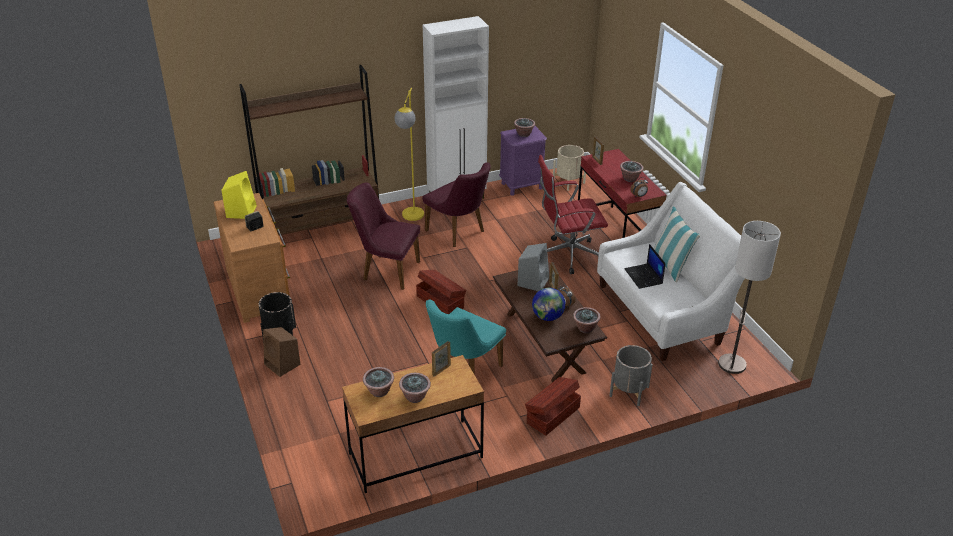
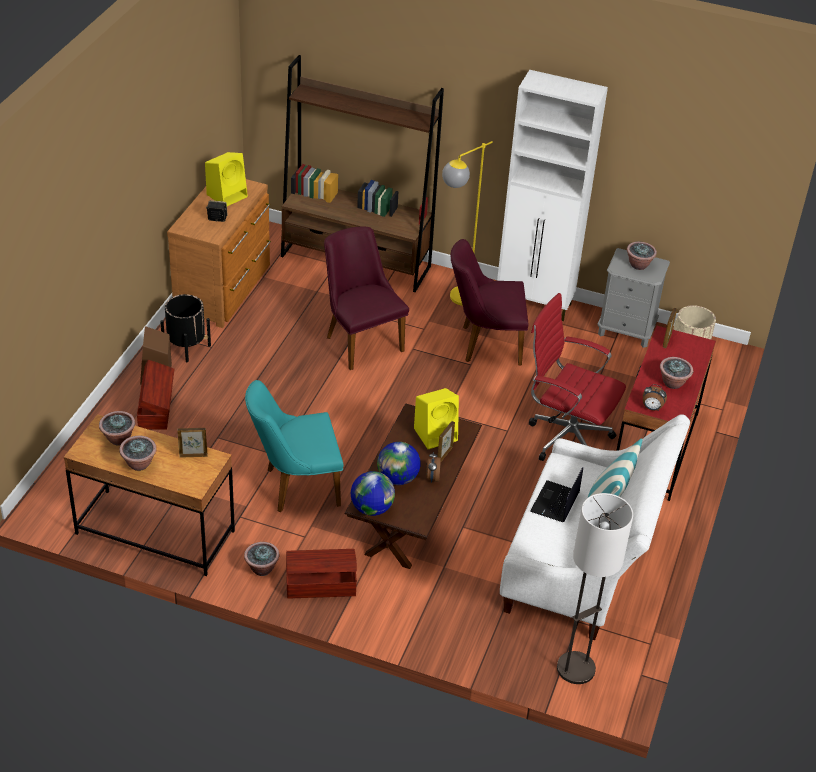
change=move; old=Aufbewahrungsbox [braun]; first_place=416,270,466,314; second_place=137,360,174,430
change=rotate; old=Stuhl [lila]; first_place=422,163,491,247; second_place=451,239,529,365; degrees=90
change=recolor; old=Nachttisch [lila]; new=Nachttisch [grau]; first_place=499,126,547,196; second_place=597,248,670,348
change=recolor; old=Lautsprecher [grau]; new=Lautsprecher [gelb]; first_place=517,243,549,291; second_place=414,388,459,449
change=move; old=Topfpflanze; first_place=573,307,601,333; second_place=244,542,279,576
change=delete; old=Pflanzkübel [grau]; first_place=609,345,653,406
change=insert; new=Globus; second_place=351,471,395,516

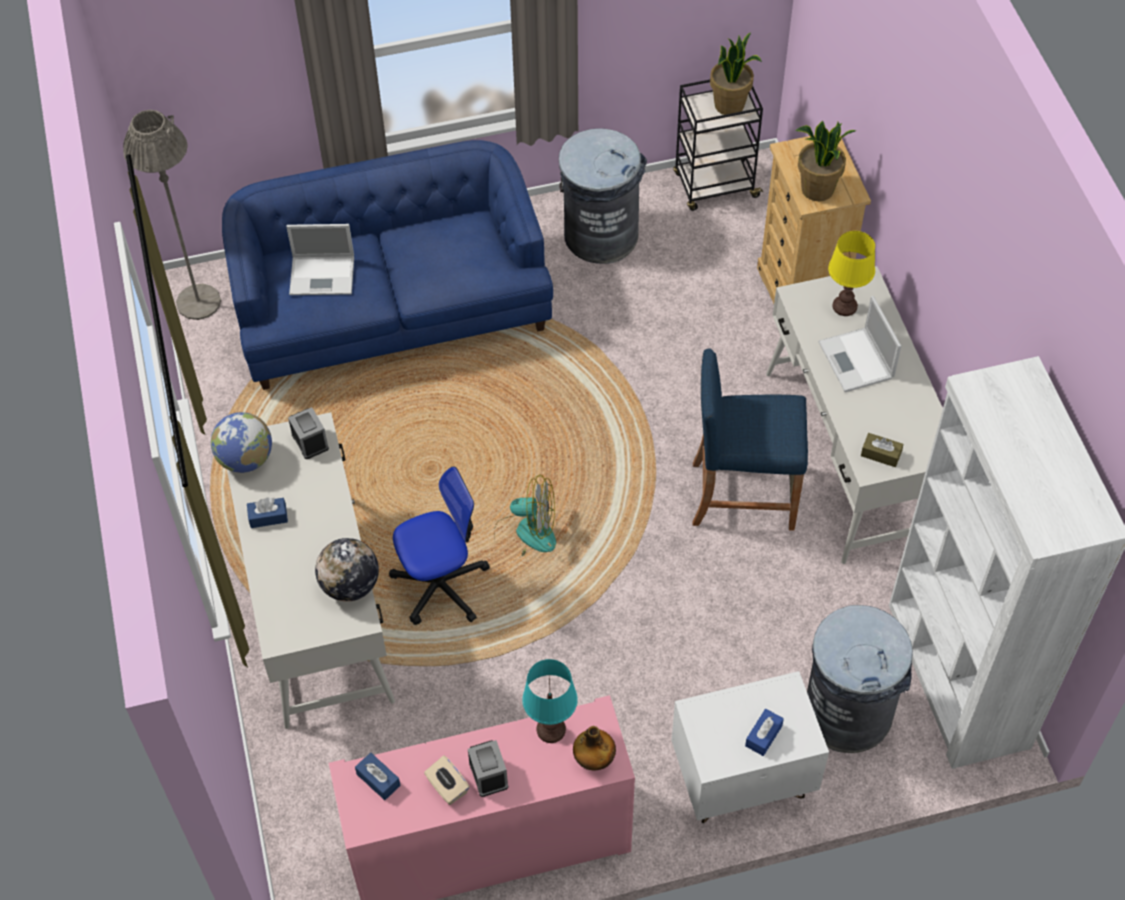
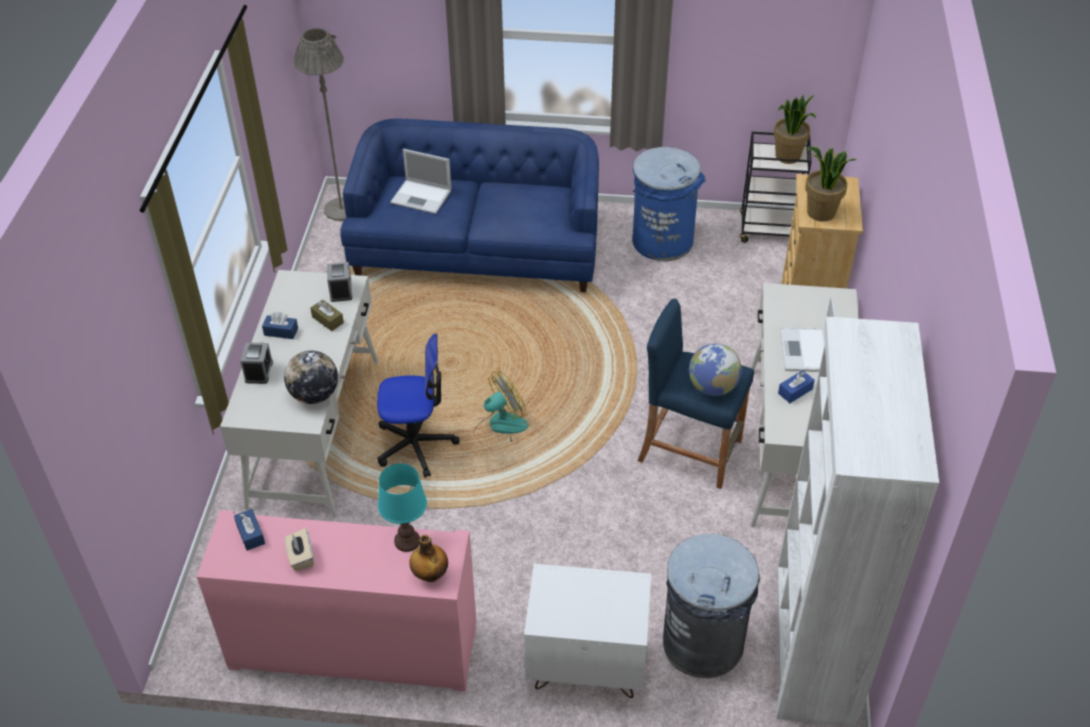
change=move; old=Globus; first_place=211,412,272,473; second_place=689,344,742,396
change=move; old=Wecker; first_place=468,740,508,797; second_place=240,343,273,384
change=rotate; old=Ventilator; first_place=494,474,556,556; second_place=474,371,529,445; degrees=-60
change=recolor; old=Mülleimer [grau]; new=Mülleimer [blau]; first_place=559,128,647,264; second_place=632,147,706,262
change=move; old=Taschentuchbox [blau]; first_place=745,709,784,756; second_place=778,370,815,403
change=delete; old=Tischlampe [gelb]; first_place=828,231,875,316
change=move; old=Taschentuchbox [braun]; first_place=861,433,903,467; second_place=311,300,344,331

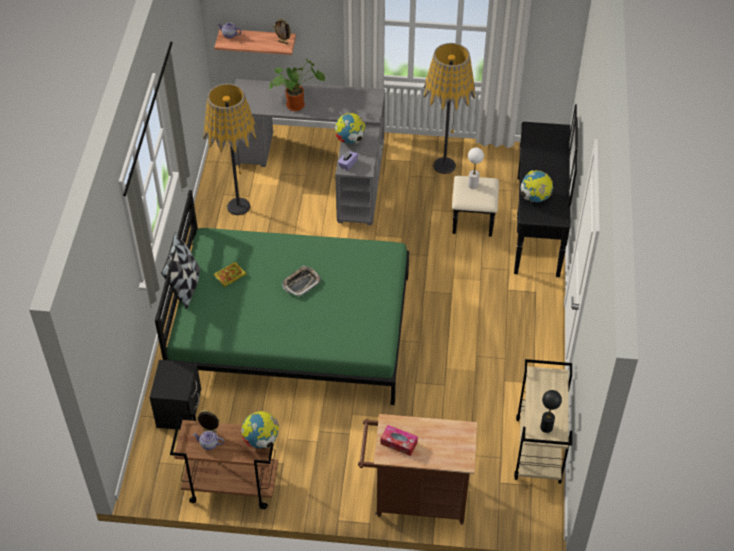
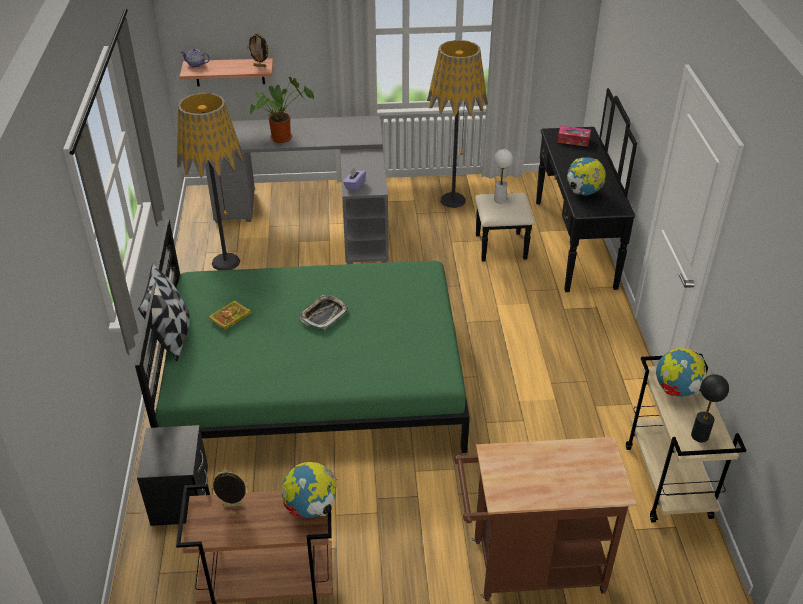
change=delete; old=Teekanne; first_place=193,431,224,450
change=move; old=Globus; first_place=335,113,365,144; second_place=656,348,707,397
change=move; old=Taschentuchbox; first_place=380,425,418,456; second_place=557,126,591,147

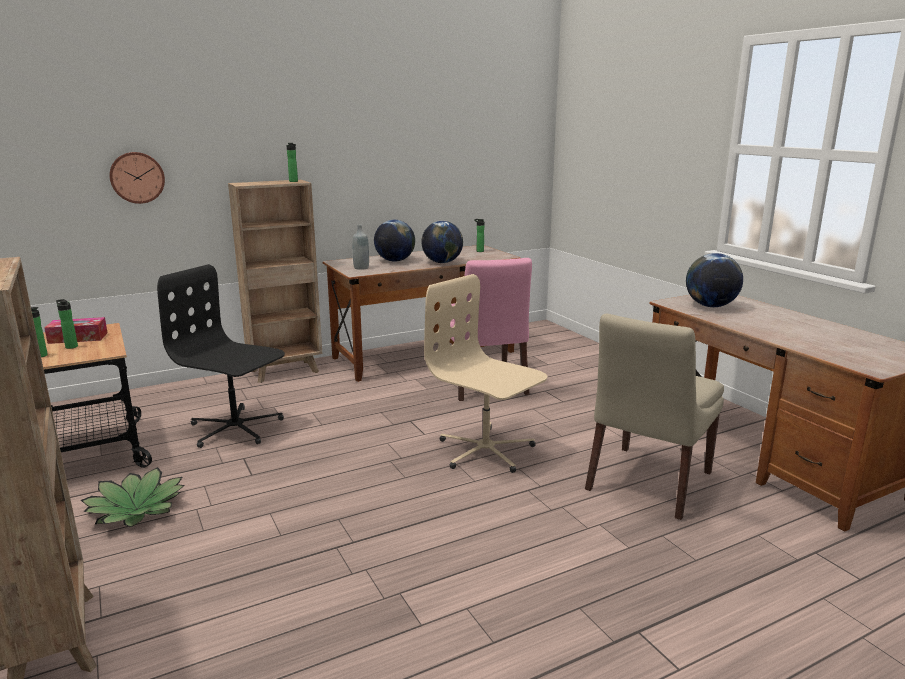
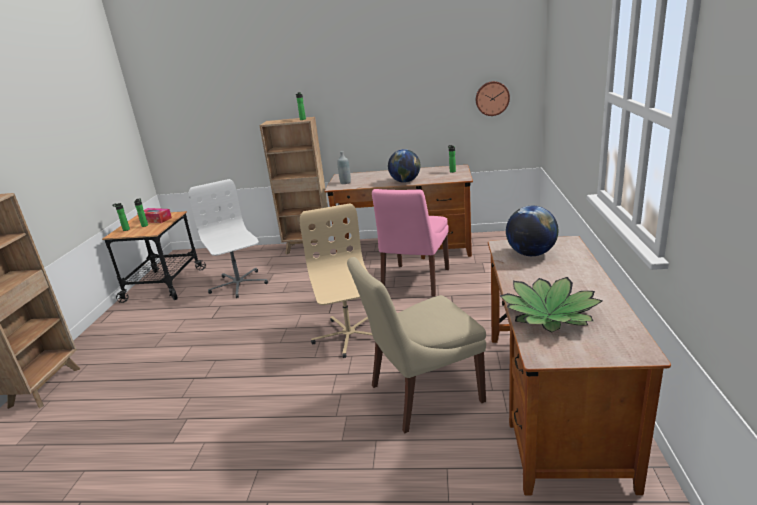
change=move; old=Topfpflanze; first_place=81,467,185,527; second_place=500,277,603,333
change=move; old=Wanduhr; first_place=109,152,165,204; second_place=476,81,510,116
change=recolor; old=Bürostuhl [schwarz]; new=Bürostuhl [weiß]; first_place=157,264,285,448; second_place=189,179,268,298
change=delete; old=Globus; first_place=374,220,415,262

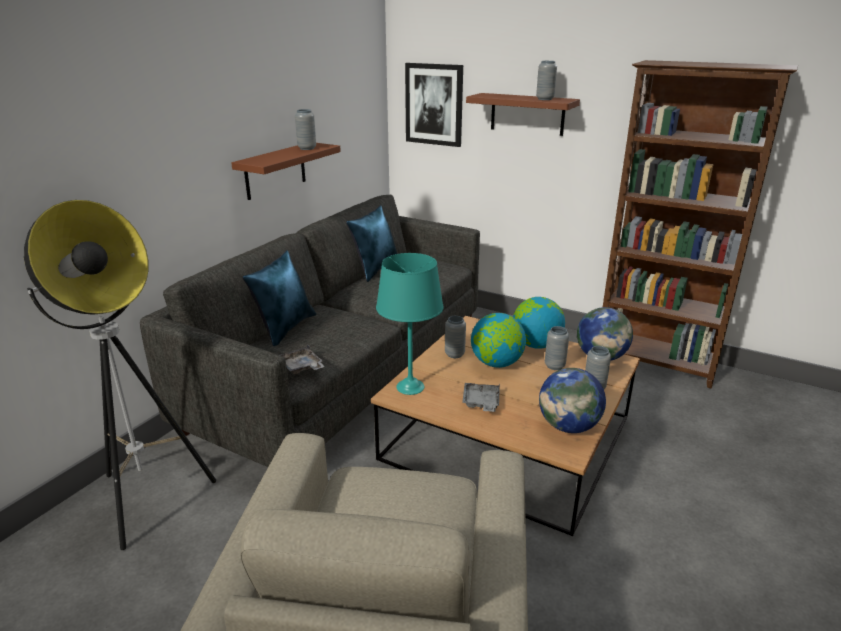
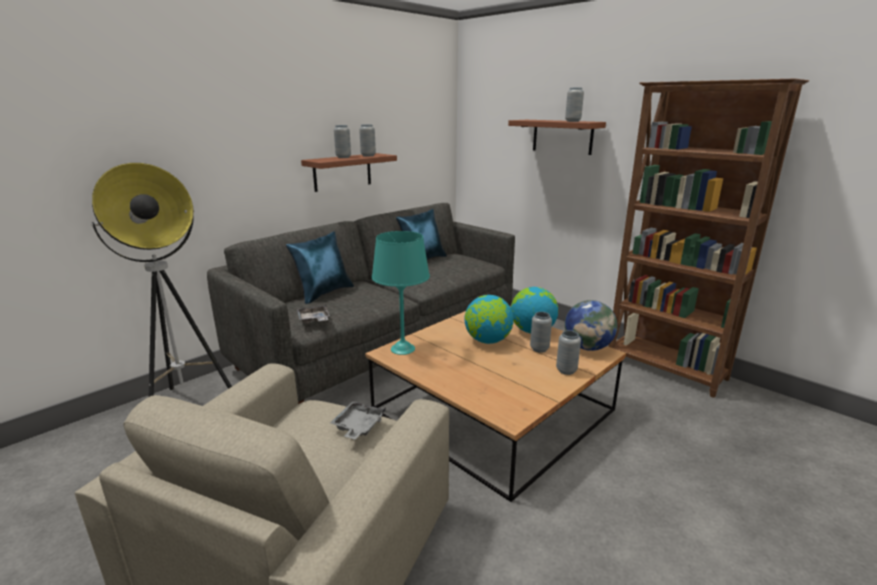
change=delete; old=Bild; first_place=405,63,463,147
change=move; old=Vase [grau]; first_place=445,316,466,358; second_place=334,125,351,158
change=move; old=Tablett [grau]; first_place=462,383,500,412; second_place=330,401,386,440
change=delete; old=Globus; first_place=539,368,606,433

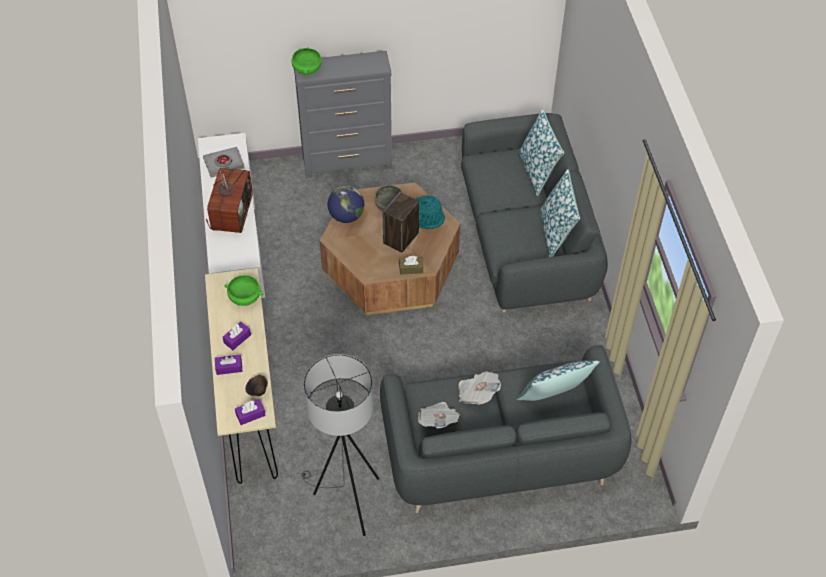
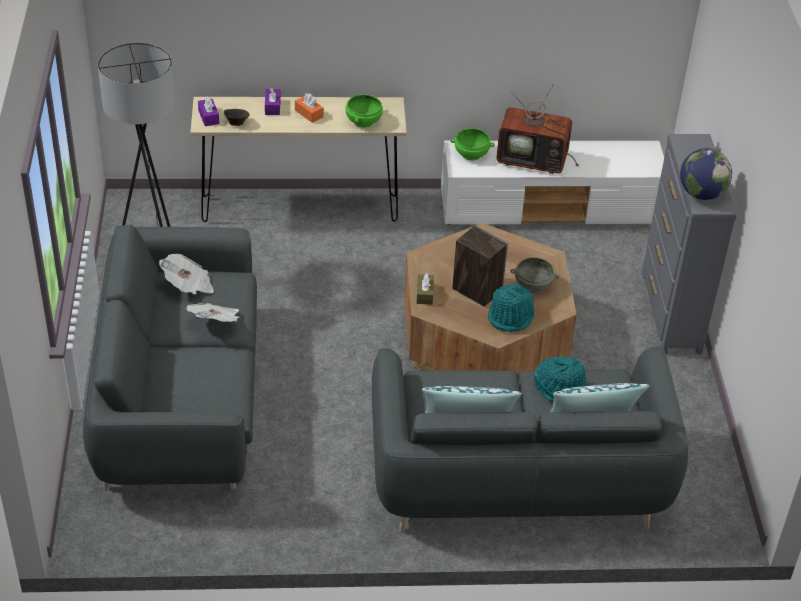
change=delete; old=Buch [grau]; first_place=203,147,245,177
change=recolor; old=Taschentuchbox [lila]; new=Taschentuchbox [orange]; first_place=223,322,251,350; second_place=295,93,323,123
change=move; old=Schüssel [grün]; first_place=291,47,321,75; second_place=451,128,495,160
change=move; old=Globus; first_place=328,186,364,223; second_place=680,148,732,200
change=delete; old=Kissen; first_place=516,361,600,401
change=insert; new=Hut [türkis]; second_place=534,356,587,402

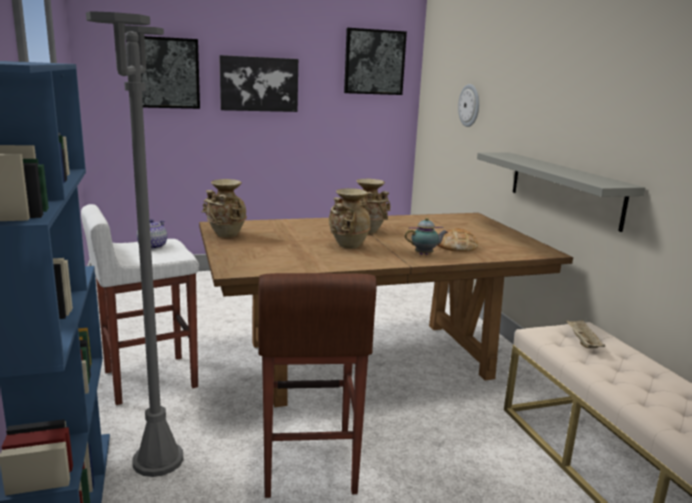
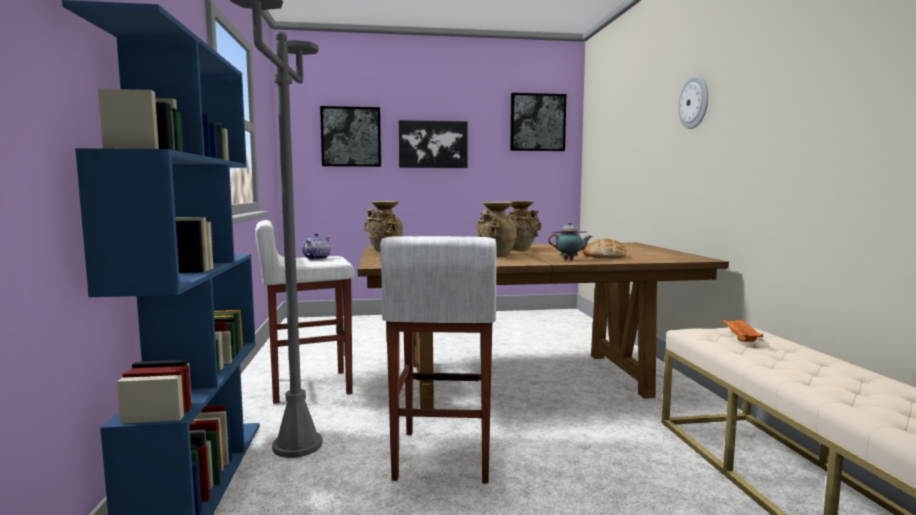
change=recolor; old=Hocker [braun]; new=Hocker [weiß]; first_place=259,273,377,498; second_place=380,236,496,484
change=move; old=Wanduhr; first_place=458,84,479,127; second_place=678,76,708,129
change=delete; old=Wandregal [grau]; first_place=477,153,646,232
change=recolor; old=Tablett [beige]; new=Tablett [orange]; first_place=566,320,605,348; second_place=722,319,764,342

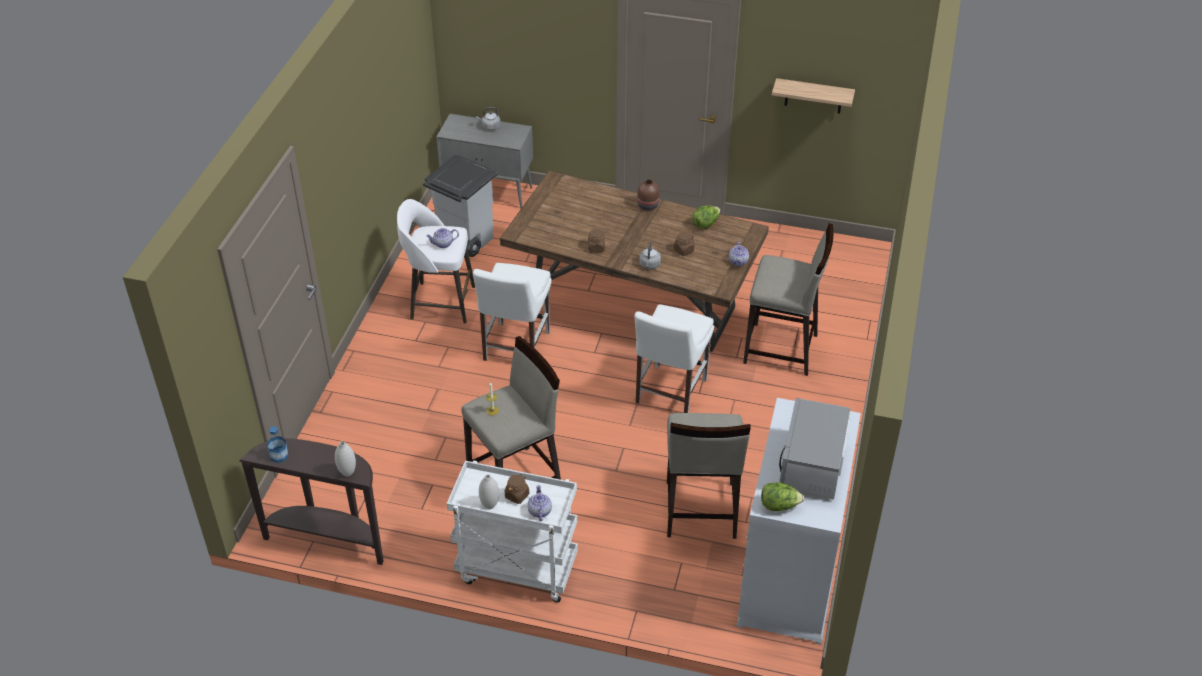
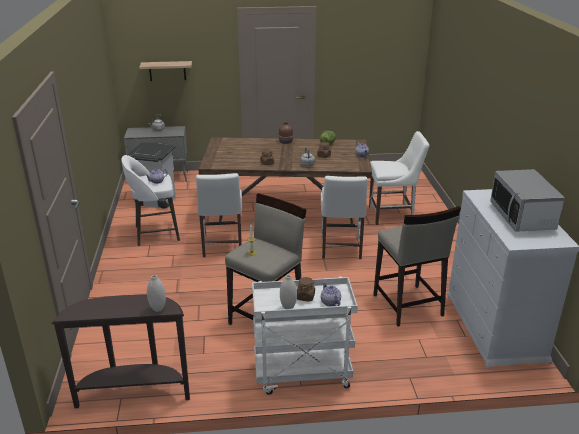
change=delete; old=Flasche; first_place=267,426,288,463
change=replace; old=Hocker [beige]; new=Stuhl [weiß]; first_place=743,223,833,376; second_place=369,131,429,225
change=delete; old=Salatkopf; first_place=761,482,804,511
change=move; old=Wandregal; first_place=772,78,855,114; second_place=139,61,192,81

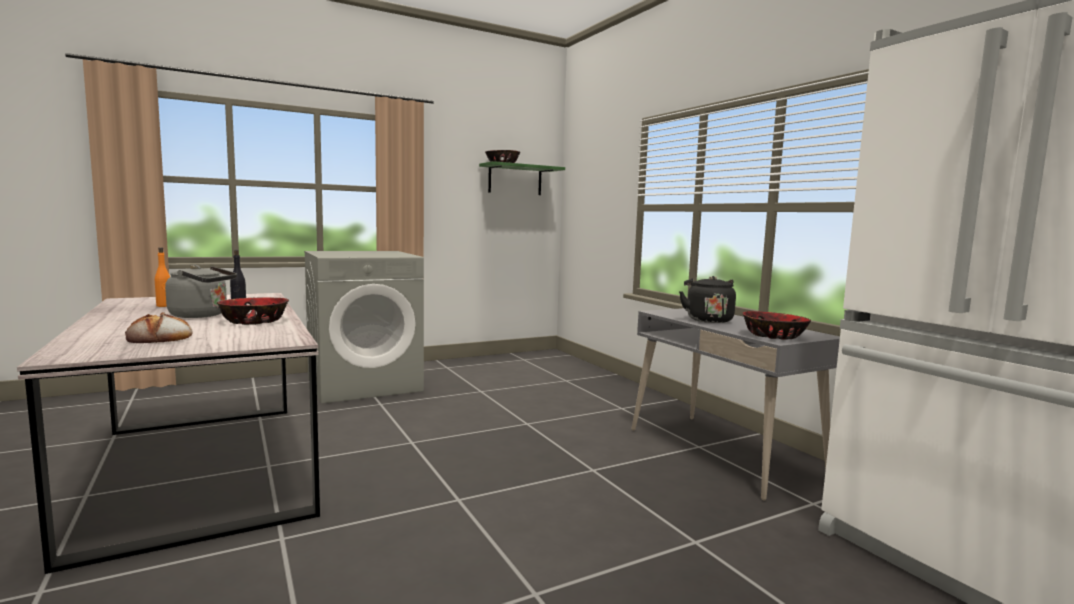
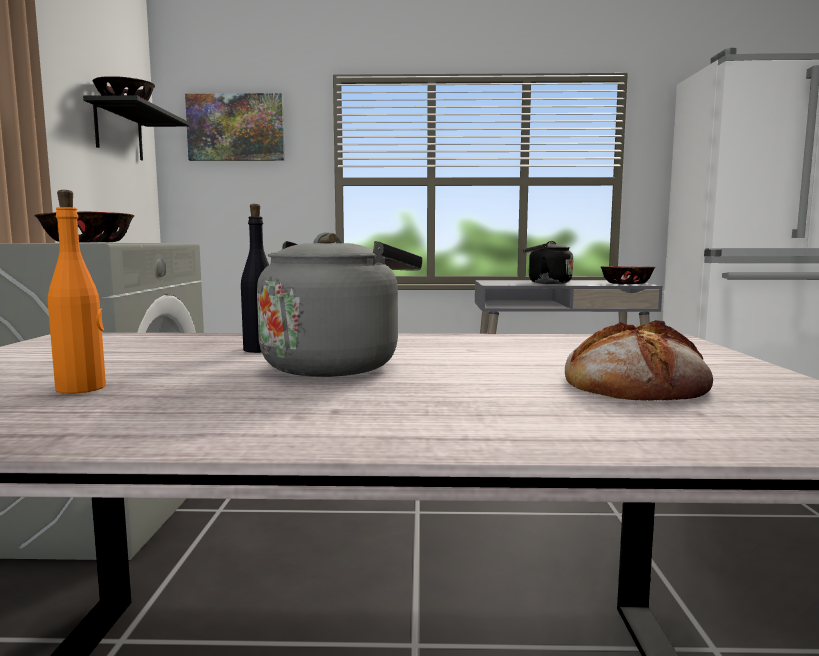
change=move; old=Schüssel; first_place=217,297,289,325; second_place=35,212,134,243
change=recolor; old=Wandregal [grün]; new=Wandregal [schwarz]; first_place=479,161,565,195; second_place=83,95,190,160
change=insert; new=Bild; second_place=185,93,285,161

